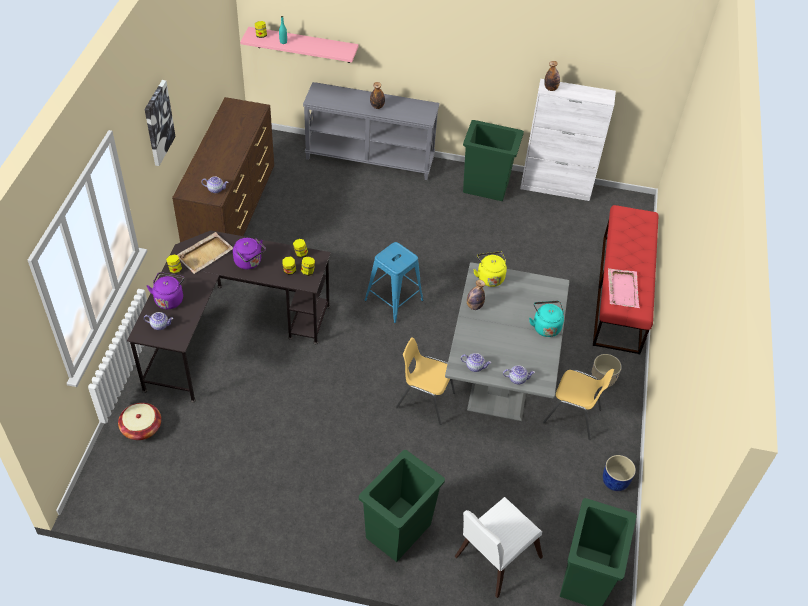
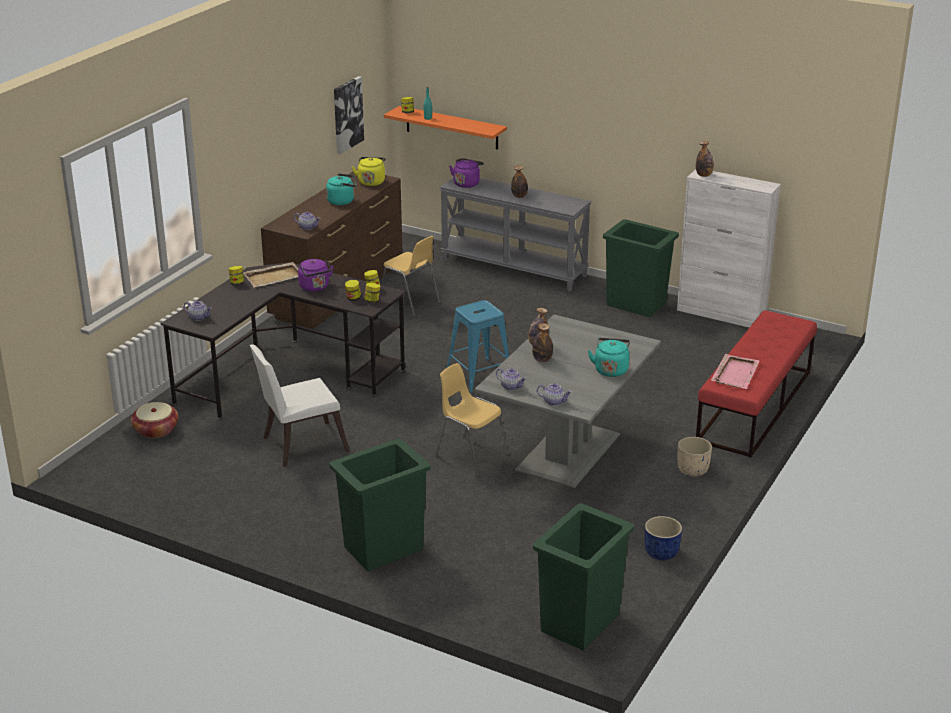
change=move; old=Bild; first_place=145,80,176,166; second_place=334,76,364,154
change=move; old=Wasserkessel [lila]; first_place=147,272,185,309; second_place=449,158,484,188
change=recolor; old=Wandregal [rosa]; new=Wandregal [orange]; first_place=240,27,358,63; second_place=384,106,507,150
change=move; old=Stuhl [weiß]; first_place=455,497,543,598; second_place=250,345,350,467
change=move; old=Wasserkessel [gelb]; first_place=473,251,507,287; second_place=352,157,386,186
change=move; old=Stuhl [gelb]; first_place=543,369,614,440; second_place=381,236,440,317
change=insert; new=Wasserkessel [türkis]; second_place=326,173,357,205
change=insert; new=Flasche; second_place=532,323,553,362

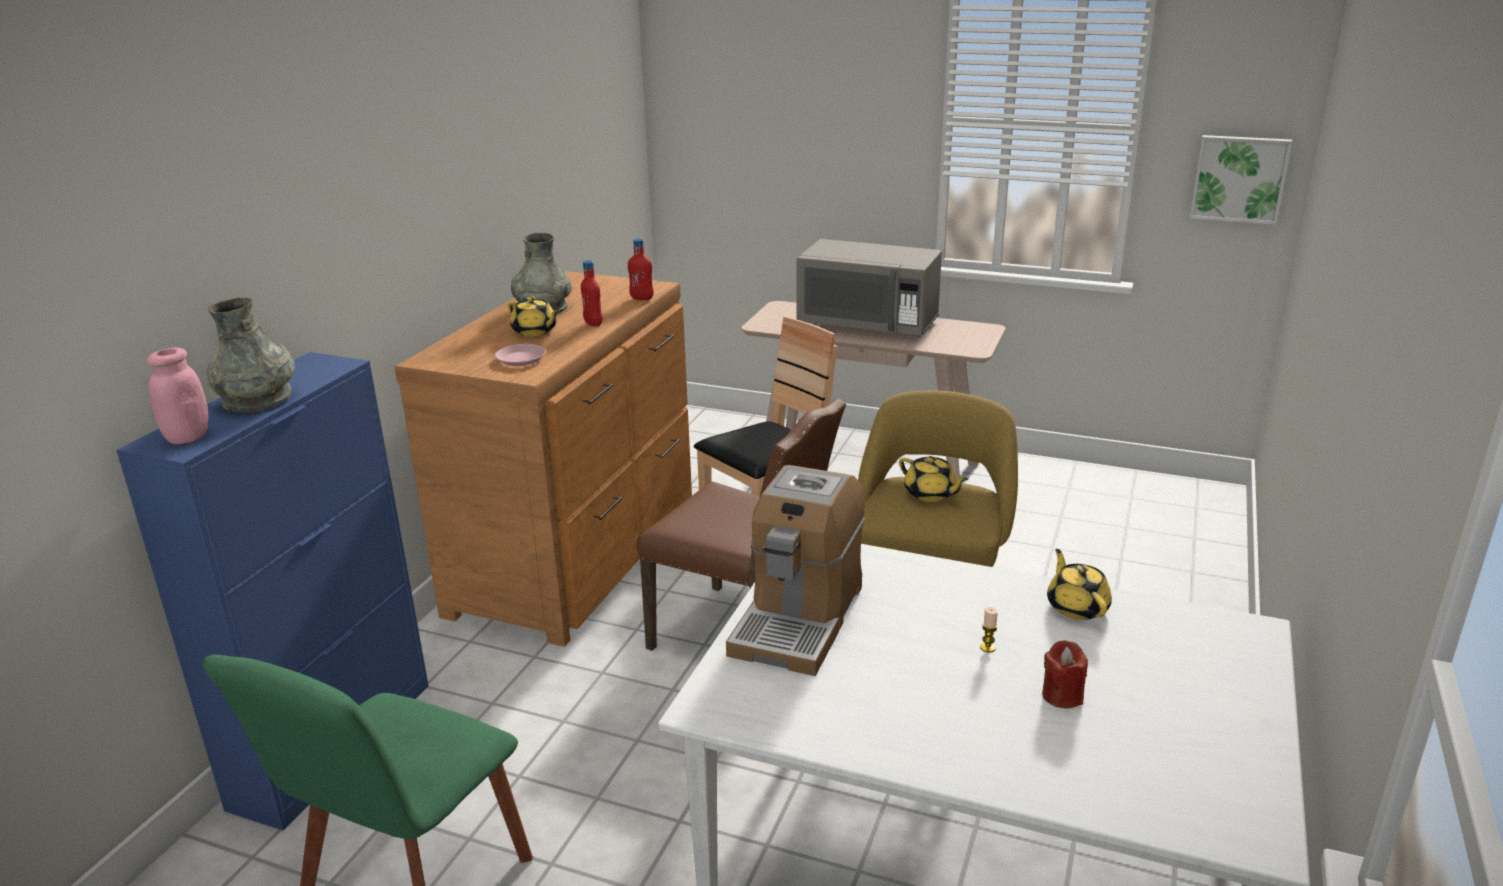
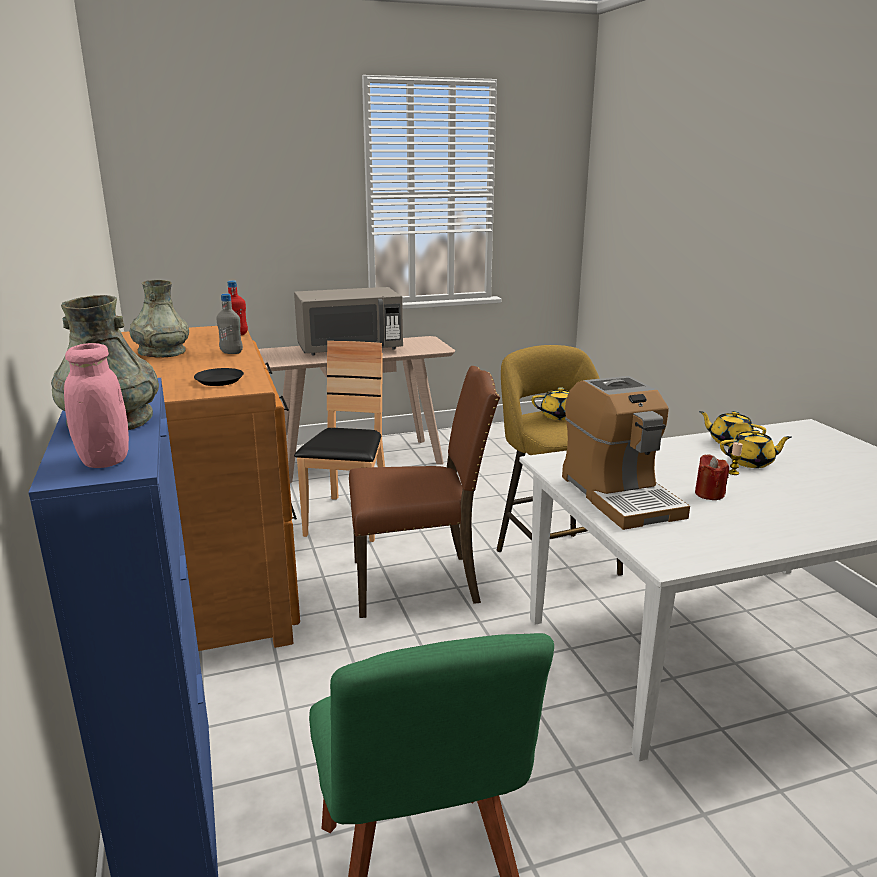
change=recolor; old=Teller [rosa]; new=Teller [schwarz]; first_place=495,344,546,366; second_place=194,368,244,386
change=move; old=Teekanne [gelb]; first_place=508,296,560,336; second_place=720,429,791,468
change=recolor; old=Flasche [rot]; new=Flasche [grau]; first_place=581,260,603,327; second_place=217,294,243,354
change=move; old=Kerze [rot]; first_place=1042,640,1088,708; second_place=695,454,729,500
change=delete; old=Bild; first_place=1190,135,1292,225

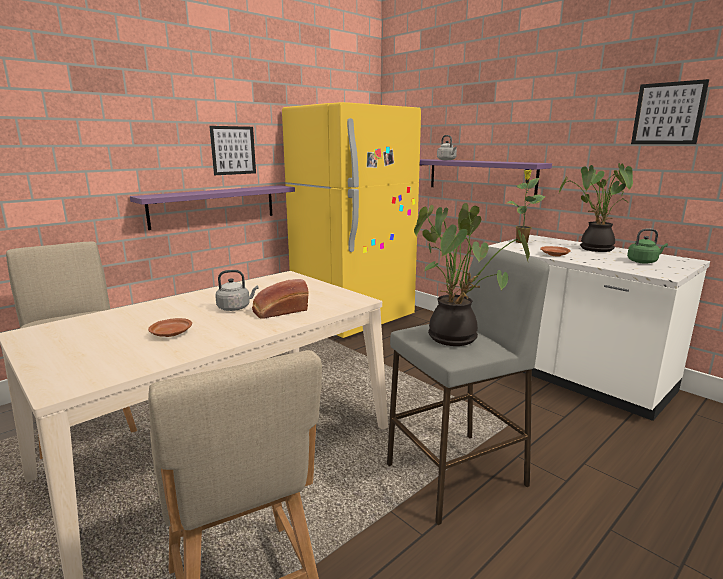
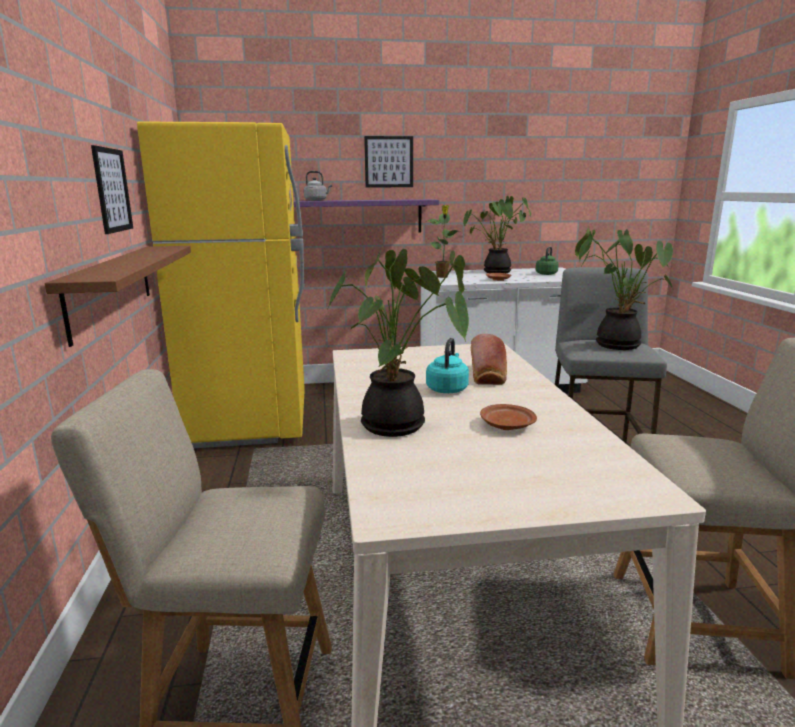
change=recolor; old=Wandregal [lila]; new=Wandregal [braun]; first_place=130,185,295,230; second_place=45,246,191,347
change=recolor; old=Wasserkessel [grau]; new=Wasserkessel [türkis]; first_place=215,270,258,311; second_place=426,338,469,393
change=move; old=Bild; first_place=631,79,709,144; second_place=364,136,413,188
change=insert; new=Topfpflanze; second_place=327,249,469,437

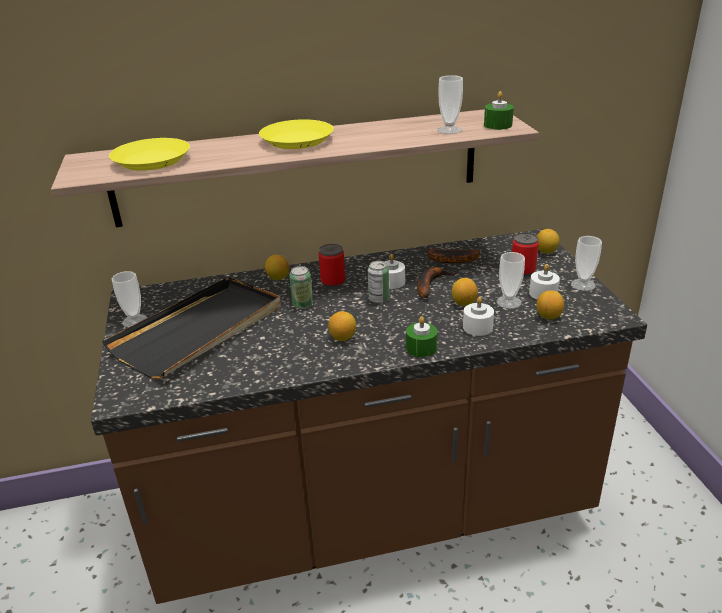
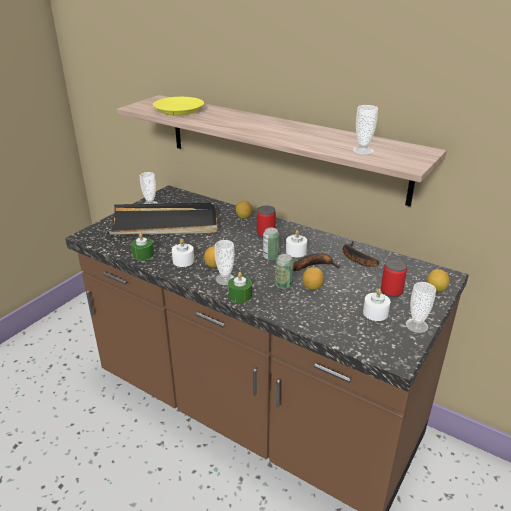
change=delete; old=Teller [gelb]; first_place=259,119,334,149
change=move; old=Dose; first_place=289,266,313,309; second_place=275,254,294,289
change=move; old=Kerze [weiß]; first_place=463,297,494,336; second_place=172,239,194,267
change=move; old=Kerze [grün]; first_place=484,91,514,130; second_place=131,233,154,260
change=move; old=Tasse; first_place=497,252,525,309; second_place=215,240,234,285
change=delete; old=Zitrone; first_place=537,290,564,320

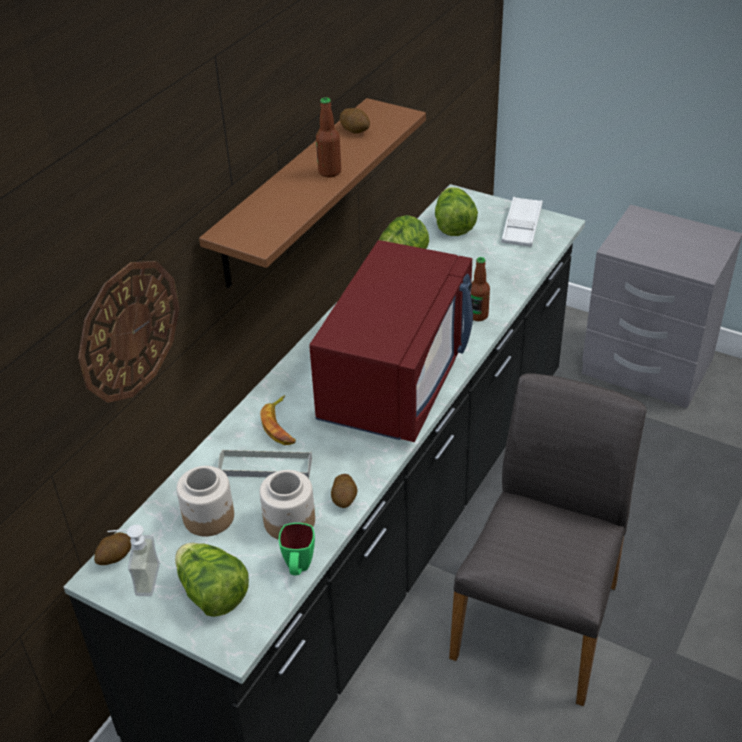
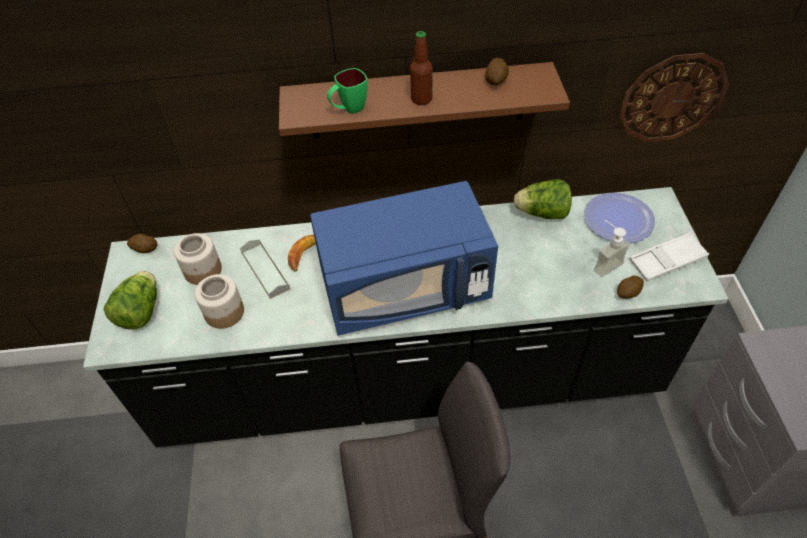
change=move; old=Wanduhr; first_place=78,261,180,403; second_place=619,53,729,142
change=move; old=Seifenspender; first_place=107,525,160,596; second_place=594,220,630,277
change=move; old=Henkelbecher [grün]; first_place=279,523,315,575; second_place=327,68,368,114
change=recolor; old=Mikrowelle [rot]; new=Mikrowelle [blau]; first_place=309,240,473,442; second_place=310,181,498,336
change=move; old=Kartoffel; first_place=331,474,357,508; second_place=617,276,644,299
change=replace; old=Salatkopf; new=Teller; first_place=435,187,478,236; second_place=584,192,655,243
change=delete; old=Flasche; first_place=471,257,490,321

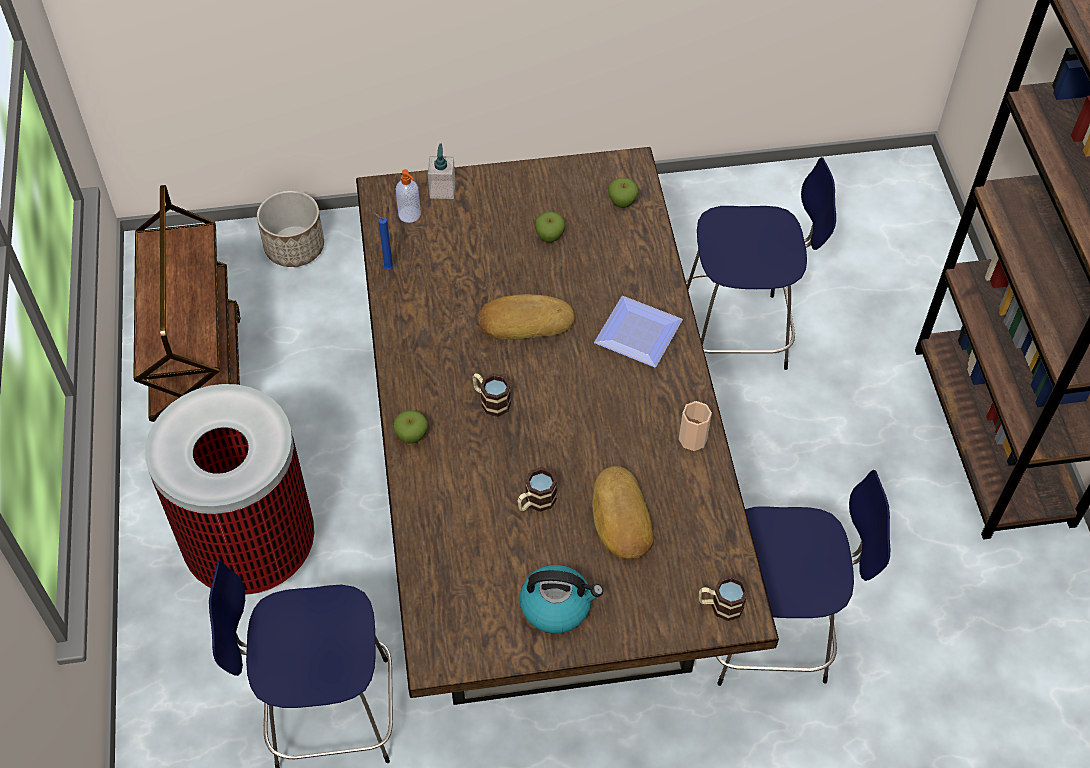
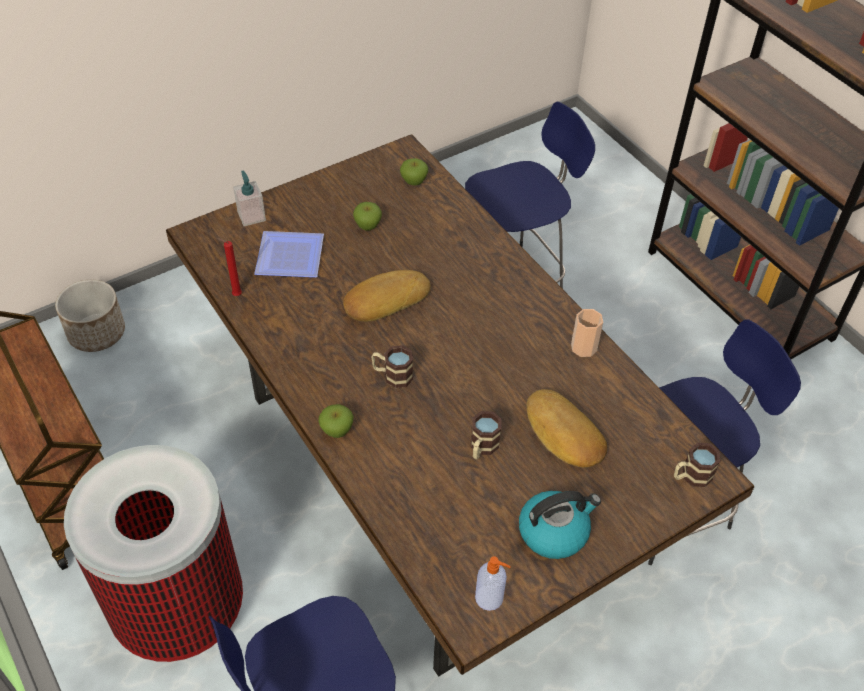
change=recolor; old=Kerze [blau]; new=Kerze [rot]; first_place=374,213,394,270; second_place=218,238,242,296
change=move; old=Seifenspender; first_place=396,169,421,223; second_place=475,556,511,611
change=move; old=Teller; first_place=594,296,683,367; second_place=254,231,324,278

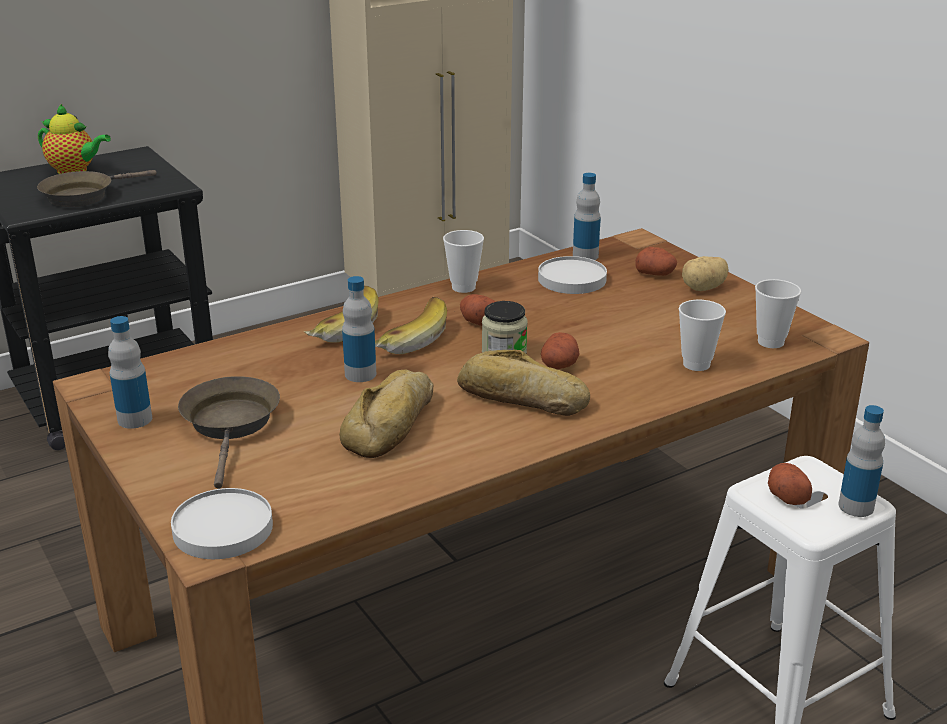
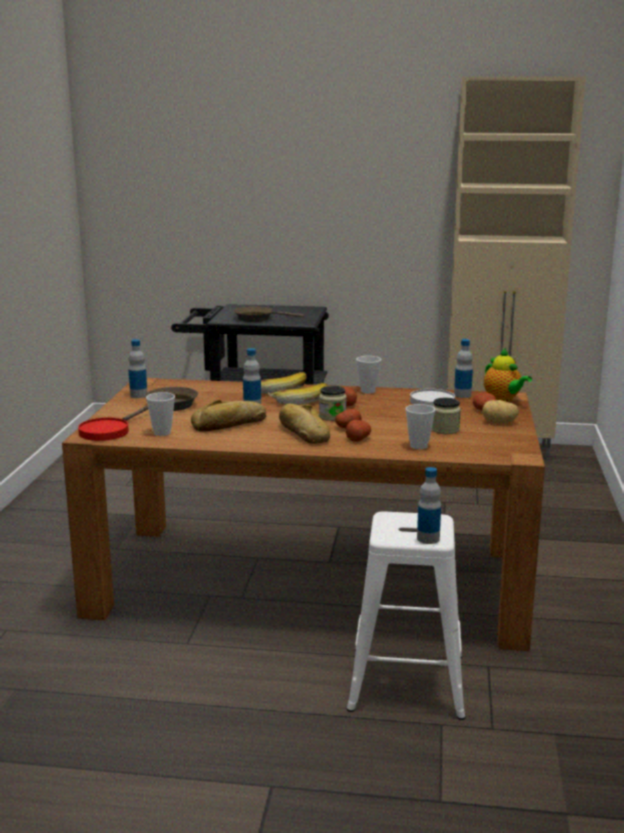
change=move; old=Teekanne; first_place=38,104,111,174; second_place=484,348,532,402
change=recolor; old=Teller [weiß]; new=Teller [rot]; first_place=171,488,273,559; second_place=78,418,129,441
change=move; old=Tasse; first_place=755,279,801,348; second_place=146,392,175,436
change=move; old=Kartoffel; first_place=768,463,812,505; second_place=346,420,371,442
change=insert; new=Vorratsglas; second_place=432,398,461,434

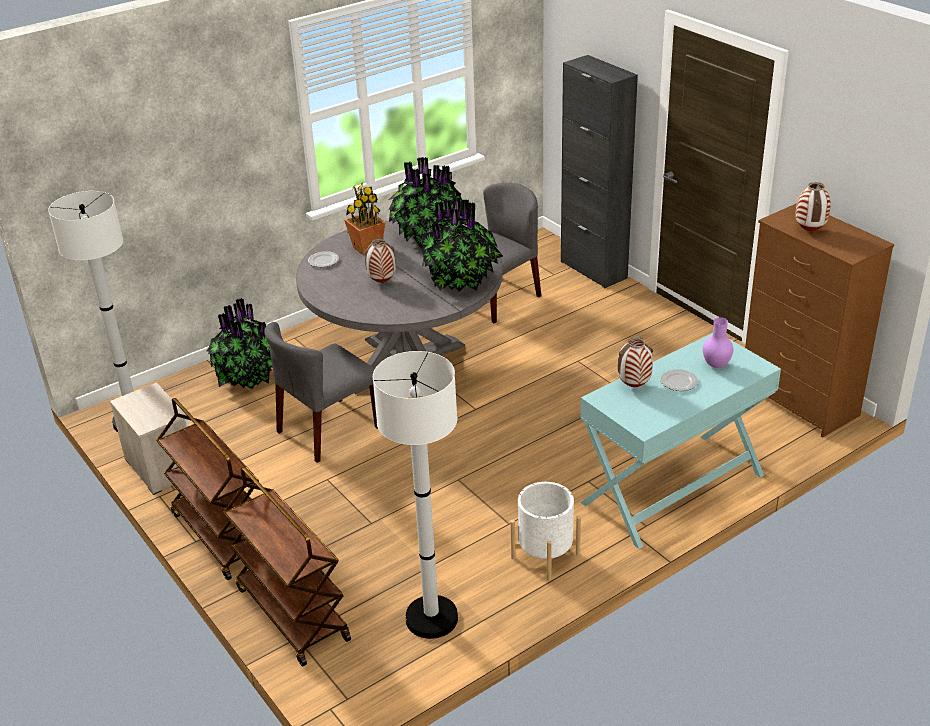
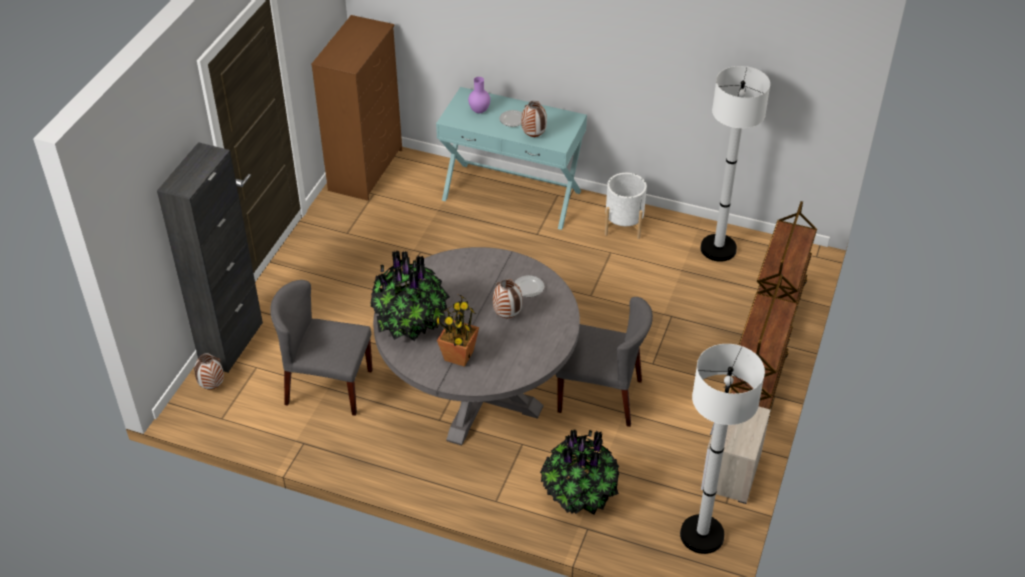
change=move; old=Teller; first_place=308,251,339,267; second_place=514,275,544,297
change=delete; old=Topfpflanze; first_place=421,198,504,292
change=move; old=Vase; first_place=795,182,831,231; second_place=194,353,224,390

